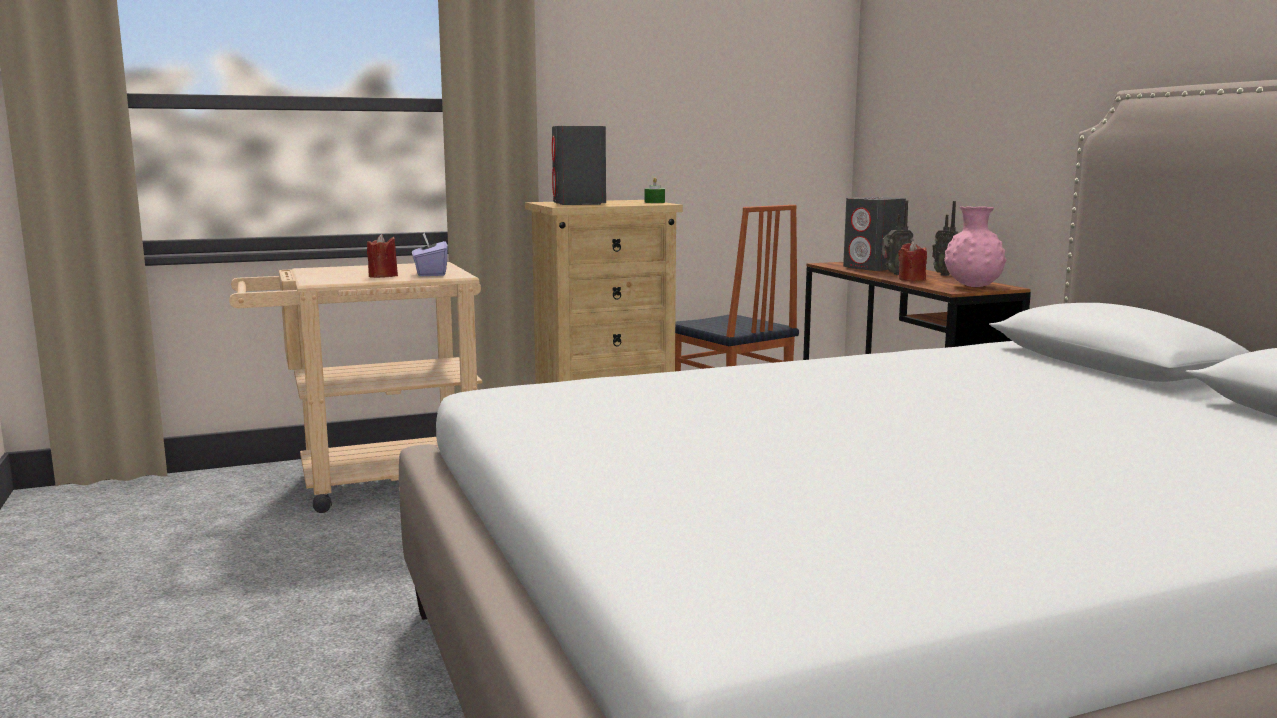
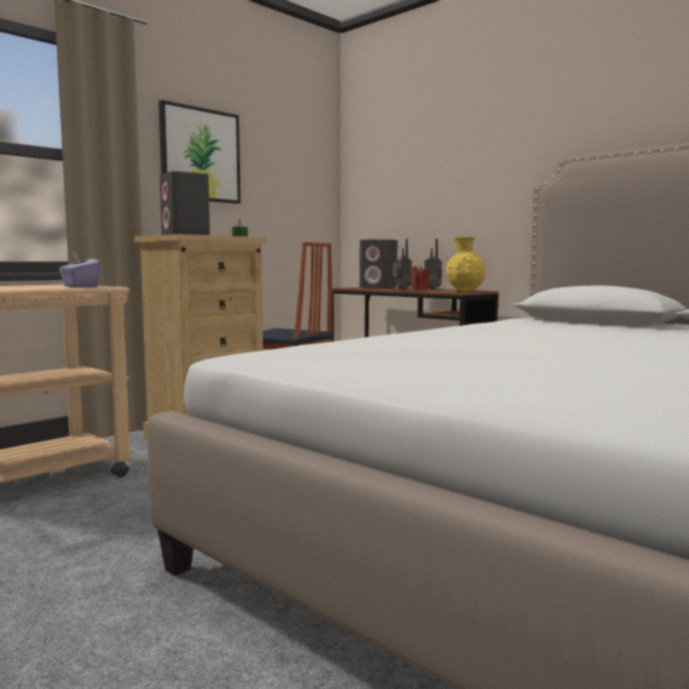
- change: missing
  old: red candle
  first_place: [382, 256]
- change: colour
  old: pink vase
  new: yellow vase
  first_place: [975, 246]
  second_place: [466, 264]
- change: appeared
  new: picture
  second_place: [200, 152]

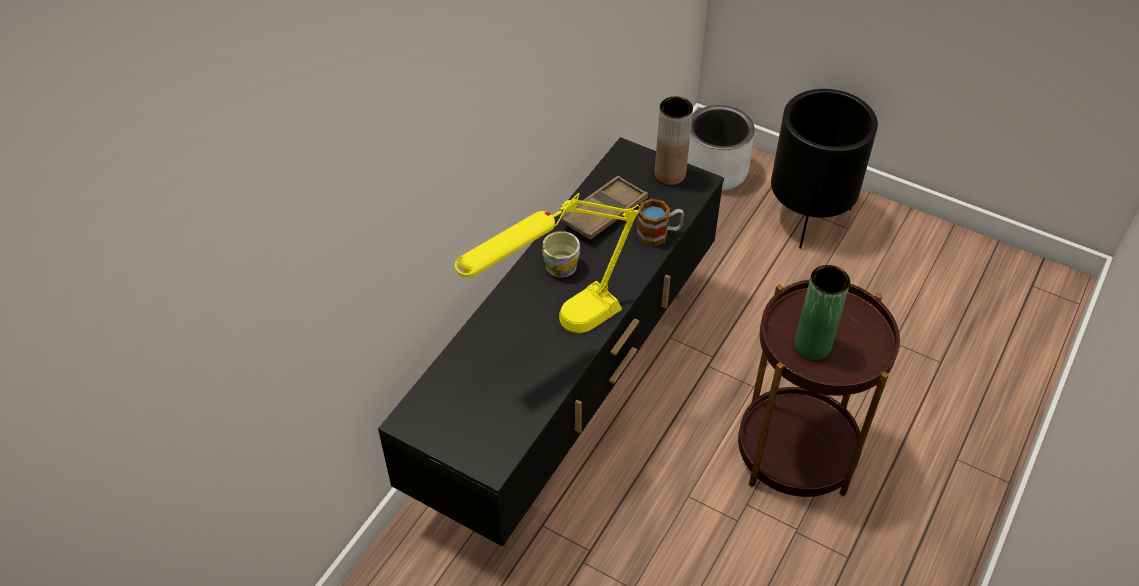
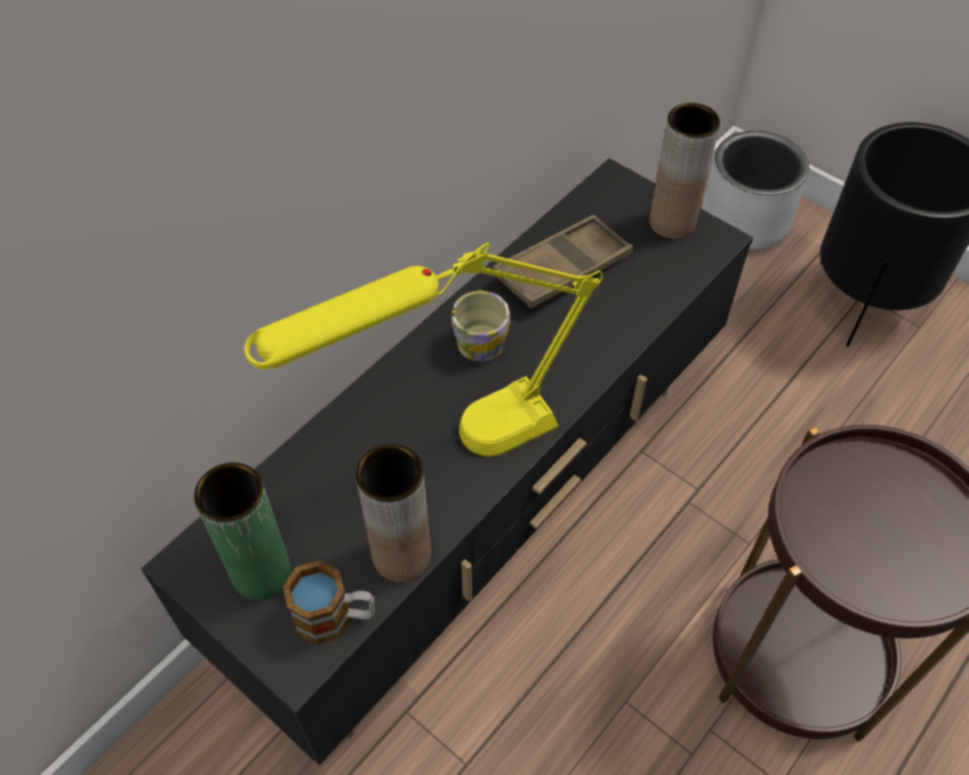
- change: relocated
  old: mug
  first_place: [660, 222]
  second_place: [329, 603]
- change: relocated
  old: green vase
  first_place: [822, 312]
  second_place: [242, 532]
- change: appeared
  new: brown vase
  second_place: [393, 513]

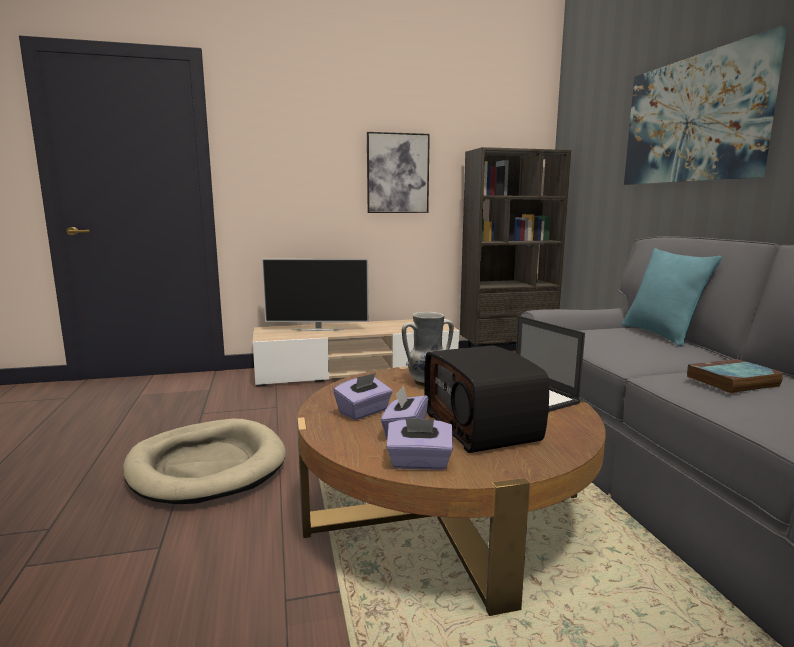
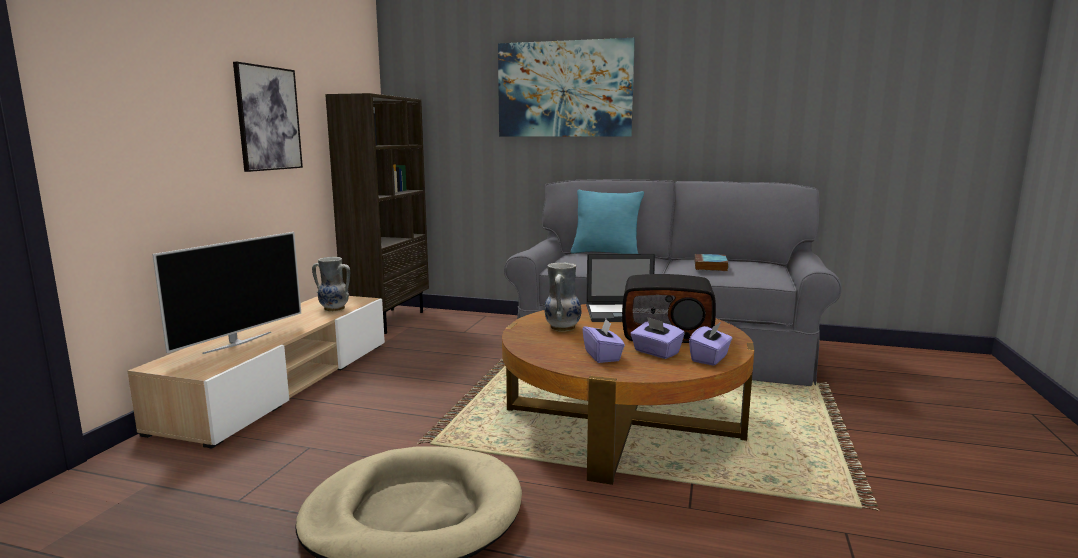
- change: appeared
  new: vase
  second_place: [331, 284]

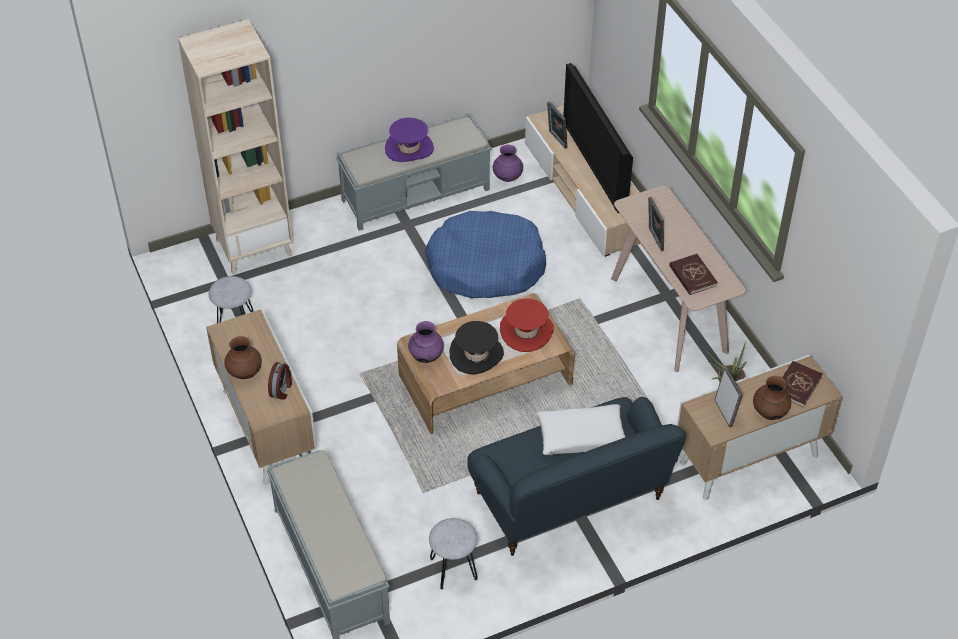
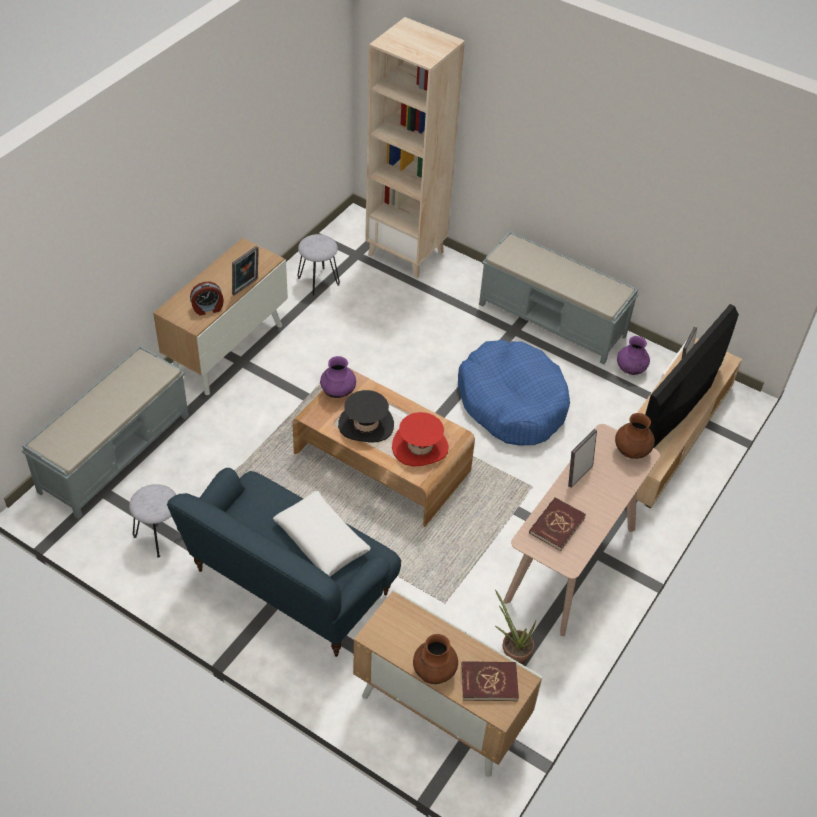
- change: relocated
  old: brown vase
  first_place: [243, 357]
  second_place: [635, 436]
- change: missing
  old: purple hat
  first_place: [409, 140]
- change: relocated
  old: picture frame
  first_place: [729, 397]
  second_place: [245, 270]

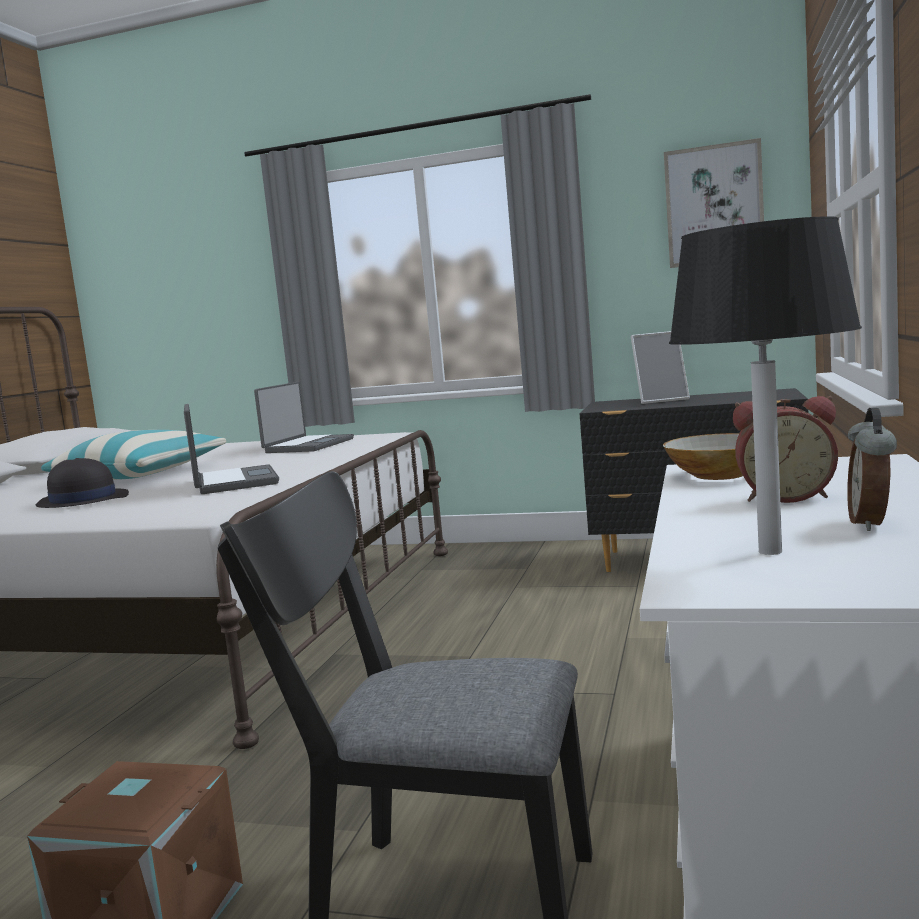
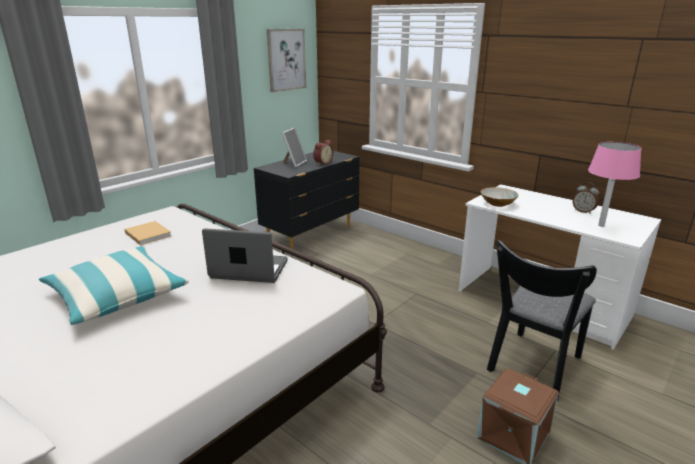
- change: missing
  old: black hat
  first_place: [82, 483]
- change: exchanged
  old: laptop
  new: beige book
  first_place: [304, 417]
  second_place: [148, 233]
- change: colour
  old: black table lamp
  new: pink table lamp
  first_place: [765, 385]
  second_place: [615, 184]
- change: relocated
  old: alarm clock
  first_place: [785, 449]
  second_place: [323, 152]

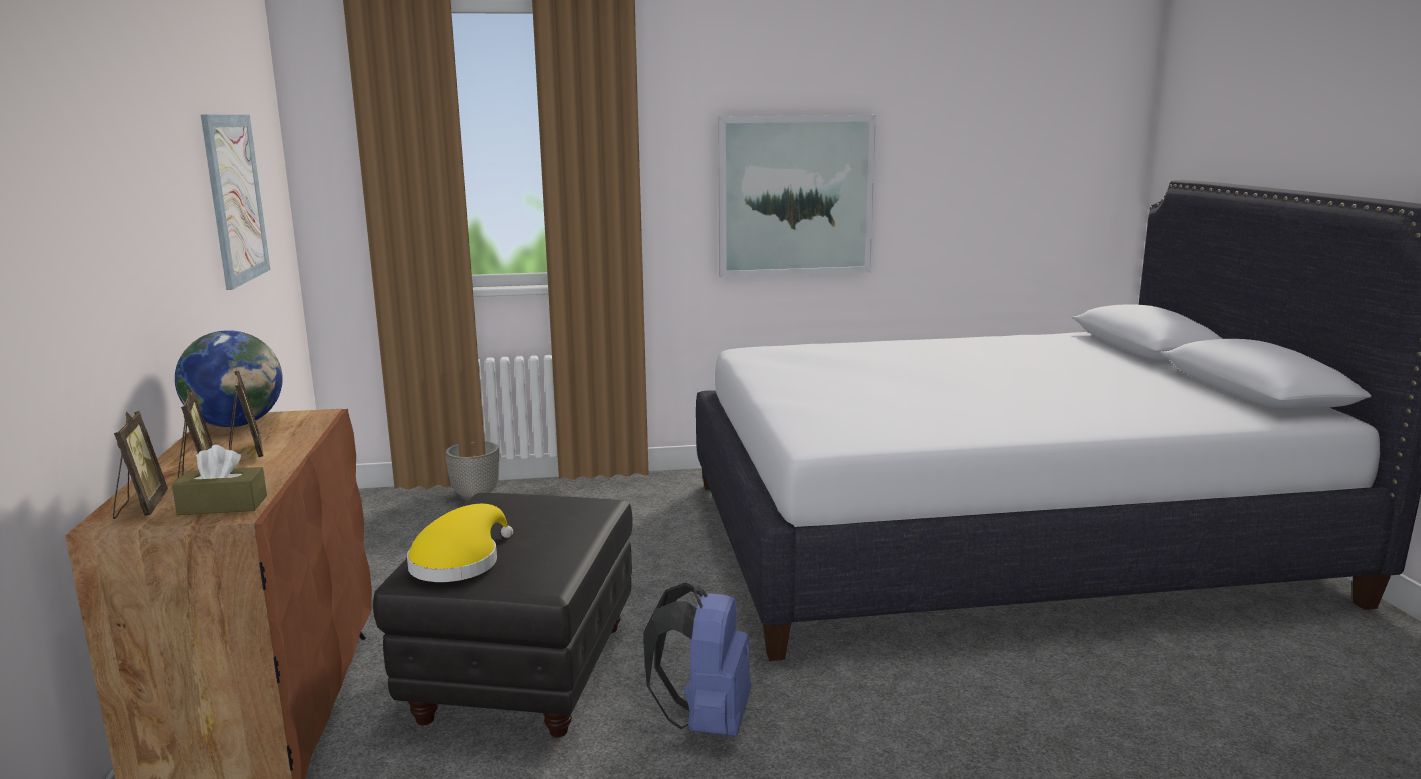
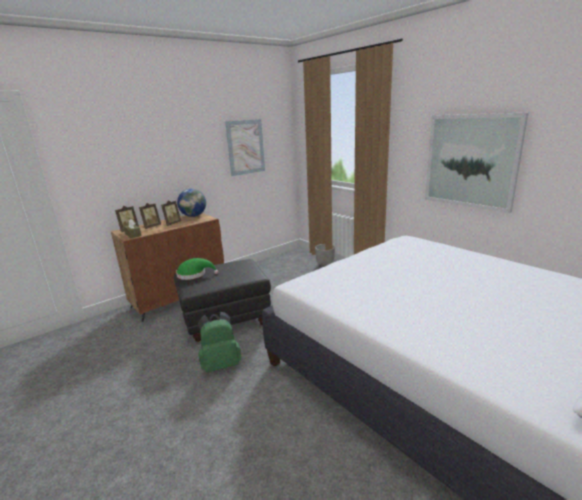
- change: colour
  old: yellow hat
  new: green hat
  first_place: [460, 543]
  second_place: [197, 269]
- change: colour
  old: blue backpack
  new: green backpack
  first_place: [697, 659]
  second_place: [219, 342]

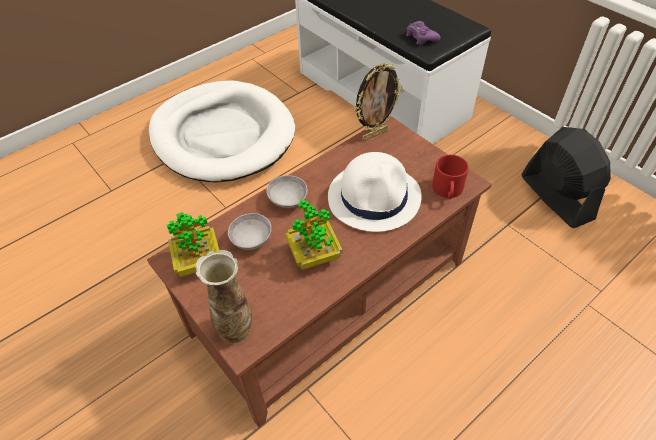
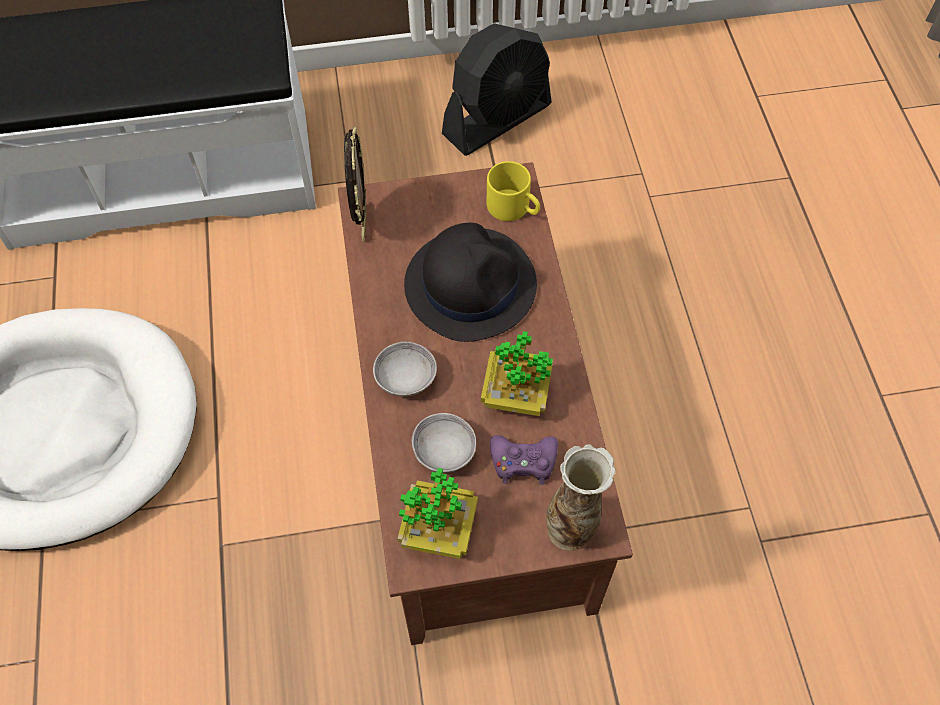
- change: colour
  old: white hat
  new: black hat
  first_place: [375, 192]
  second_place: [470, 282]
- change: relocated
  old: purple game controller
  first_place: [423, 33]
  second_place: [524, 460]
- change: colour
  old: red mug
  new: yellow mug
  first_place: [450, 177]
  second_place: [513, 191]
- change: spun
  old: black fan
  first_place: [566, 177]
  second_place: [497, 89]
  degrees: 135

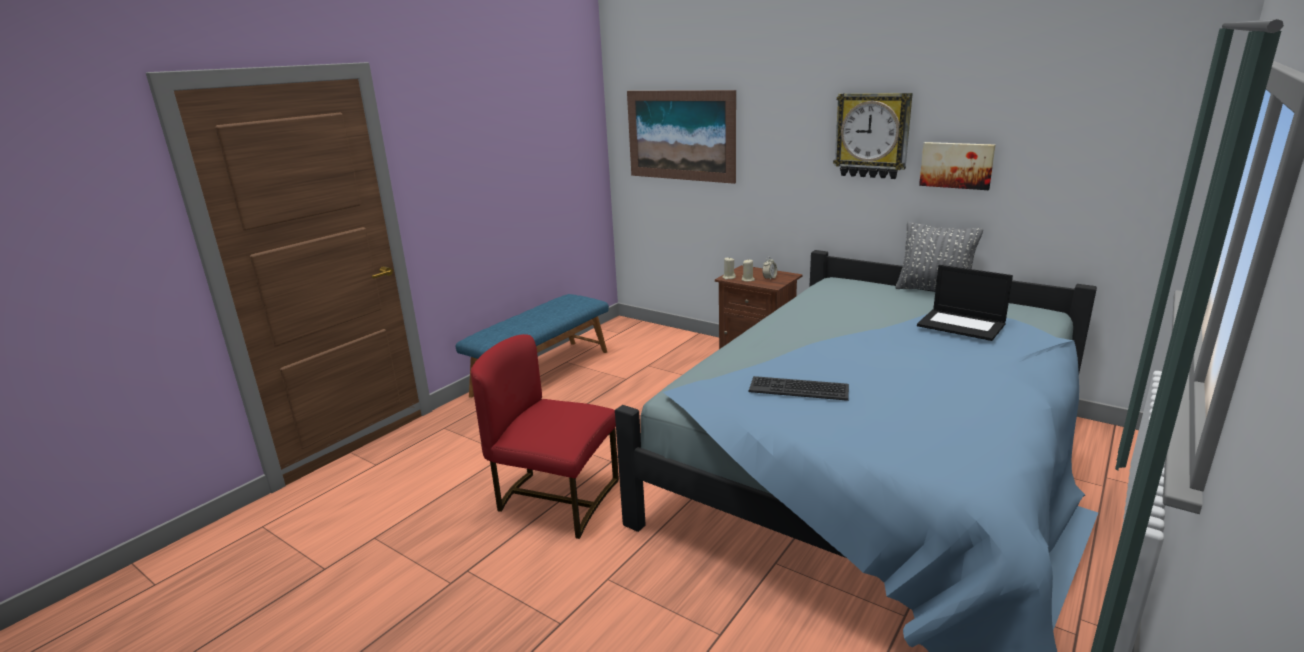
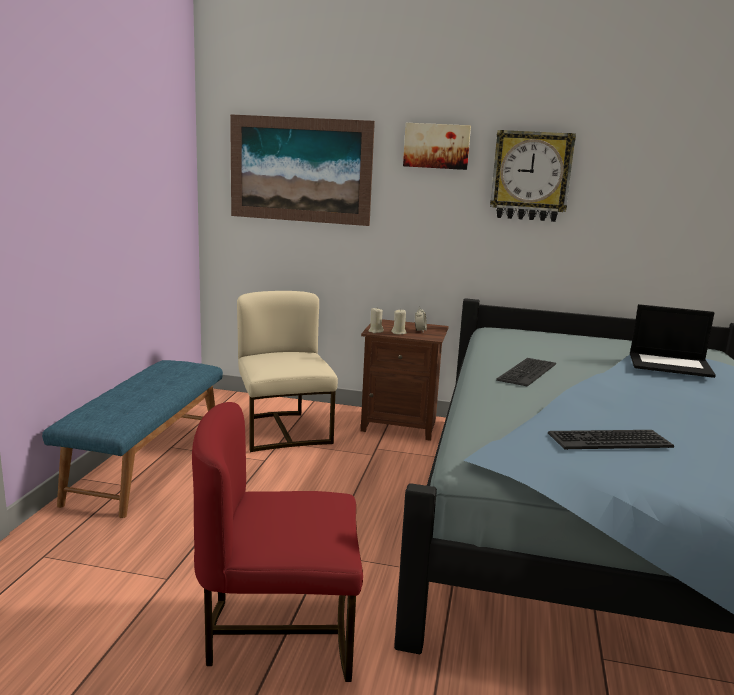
- change: missing
  old: grey pillow
  first_place: [939, 256]
- change: relocated
  old: picture
  first_place: [957, 166]
  second_place: [437, 146]
- change: appeared
  new: beige chair
  second_place: [287, 371]
- change: appeared
  new: keyboard
  second_place: [526, 372]

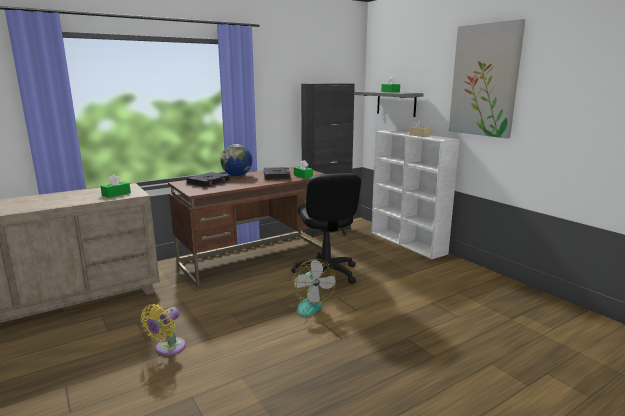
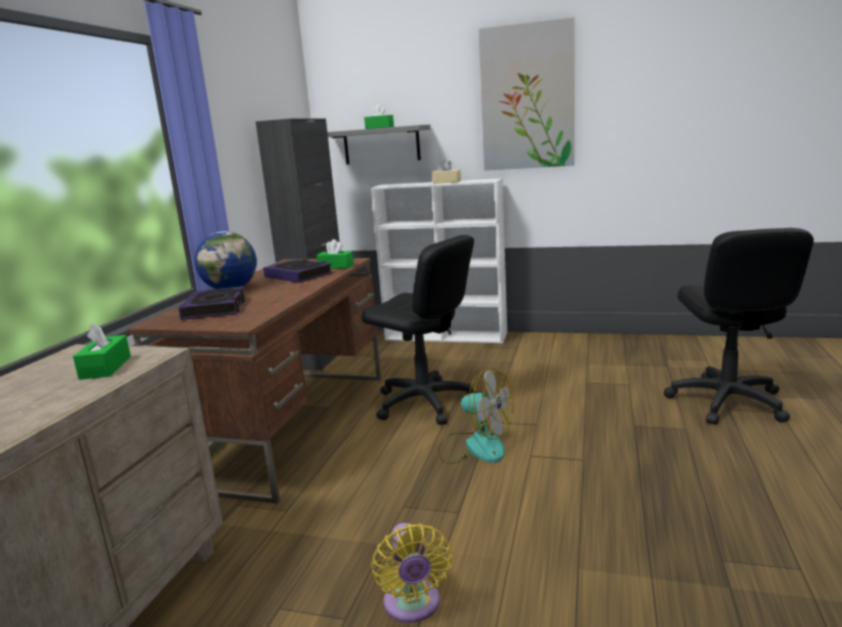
- change: appeared
  new: black office chair
  second_place: [739, 326]

